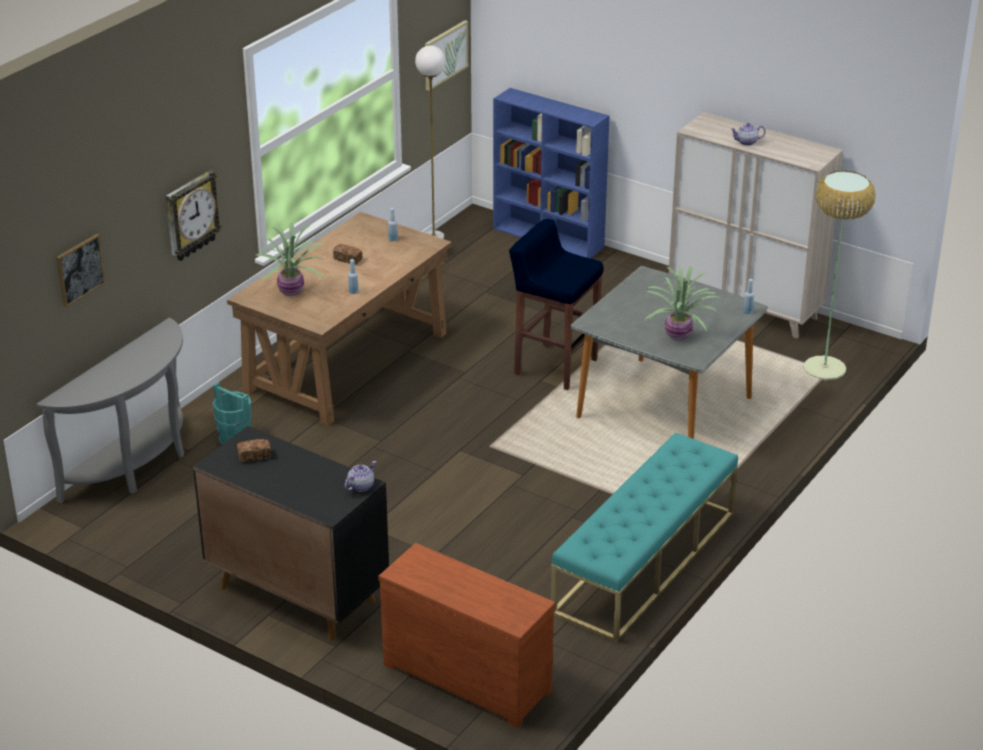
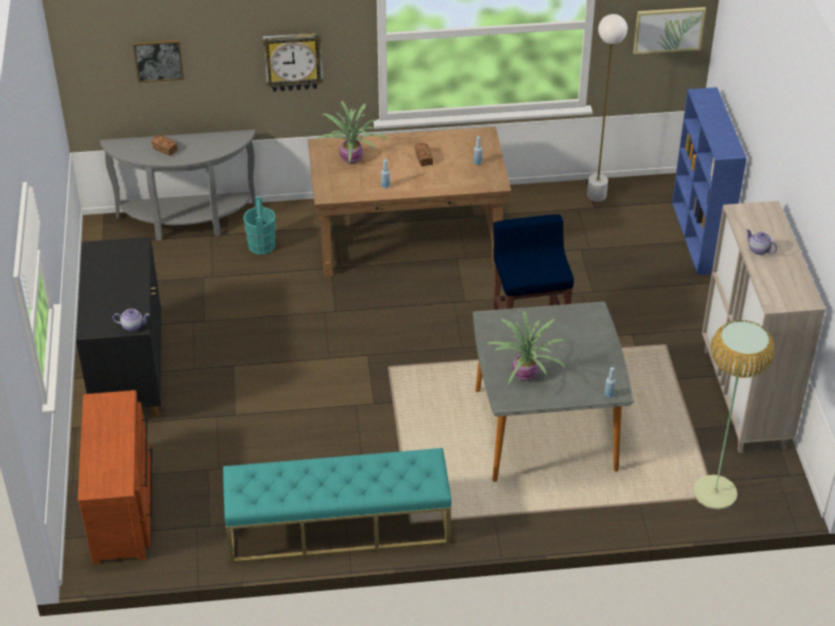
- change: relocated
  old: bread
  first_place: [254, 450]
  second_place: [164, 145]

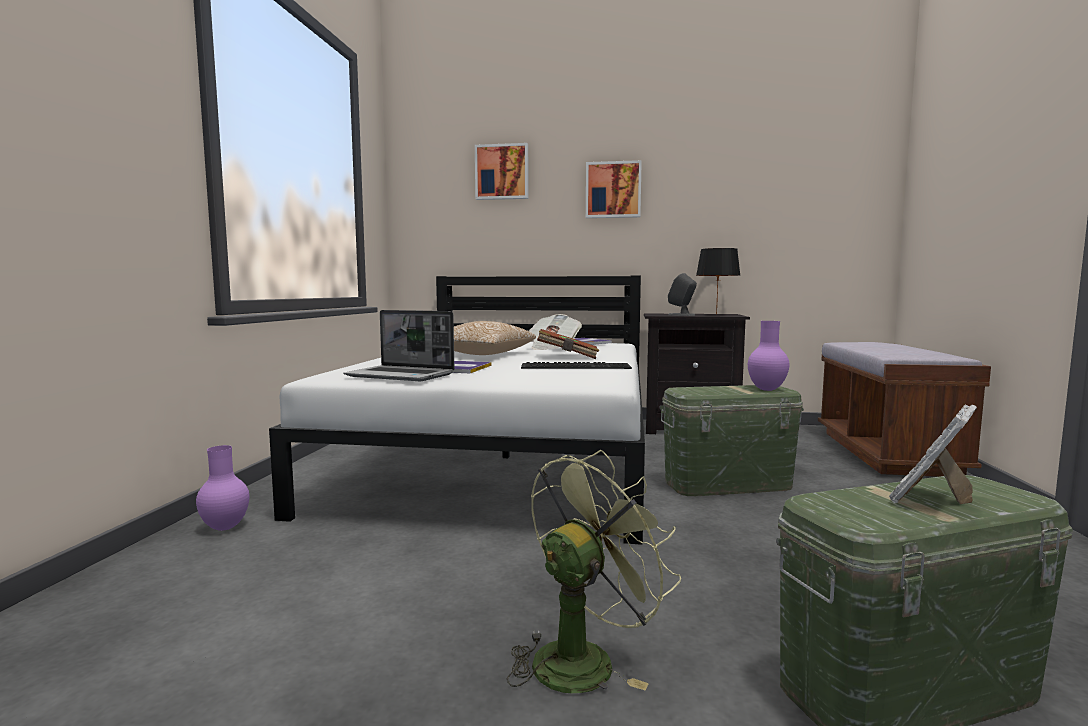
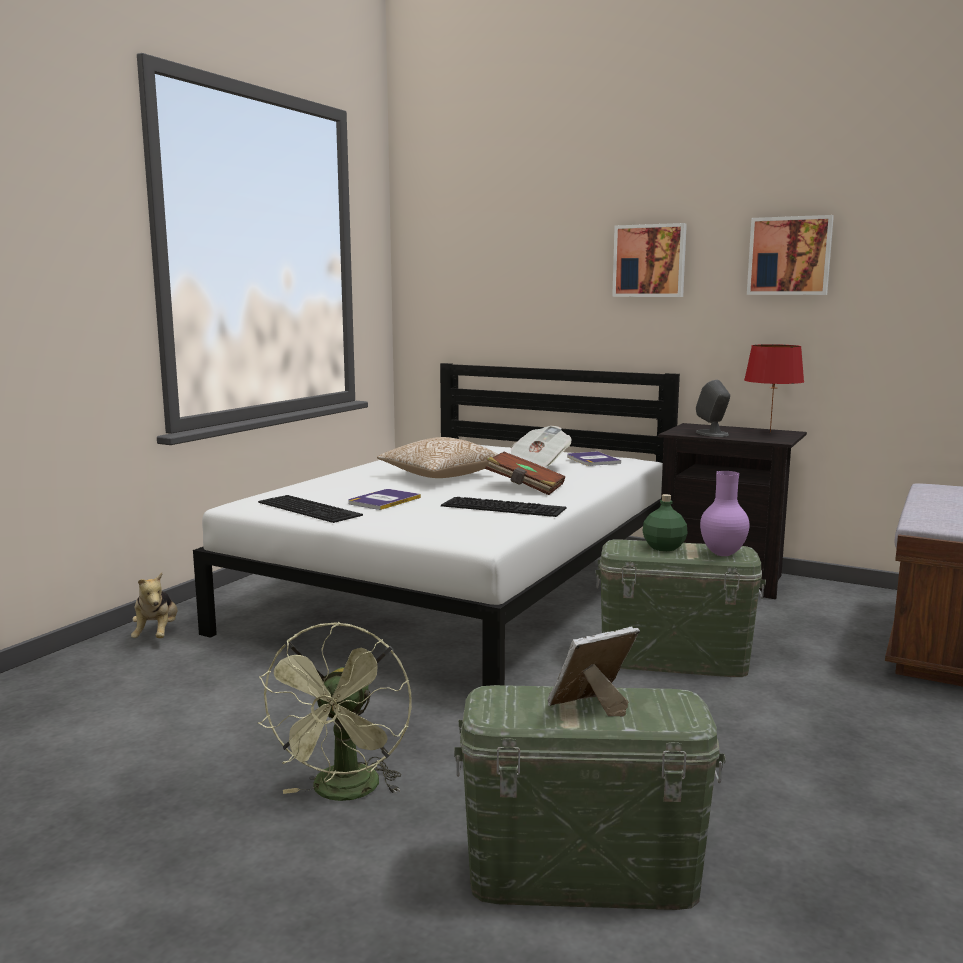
- change: exchanged
  old: purple vase
  new: plush toy
  first_place: [222, 488]
  second_place: [154, 605]
- change: exchanged
  old: laptop
  new: keyboard
  first_place: [399, 345]
  second_place: [310, 509]
- change: relocated
  old: picture
  first_place: [502, 171]
  second_place: [790, 255]
- change: spun
  old: green fan
  first_place: [594, 571]
  second_place: [335, 711]
  degrees: 120
- change: colour
  old: black table lamp
  new: red table lamp
  first_place: [718, 281]
  second_place: [774, 388]
- change: appeared
  new: green bottle
  second_place: [665, 522]

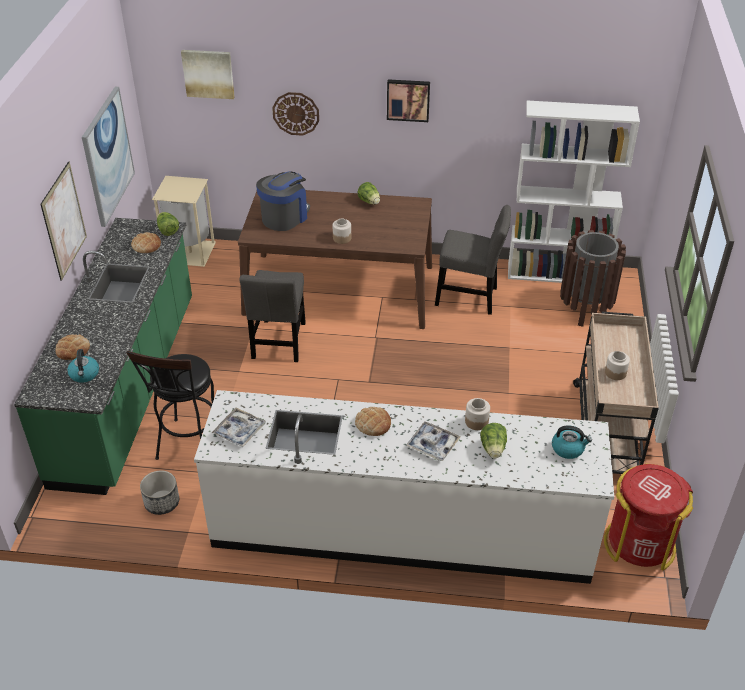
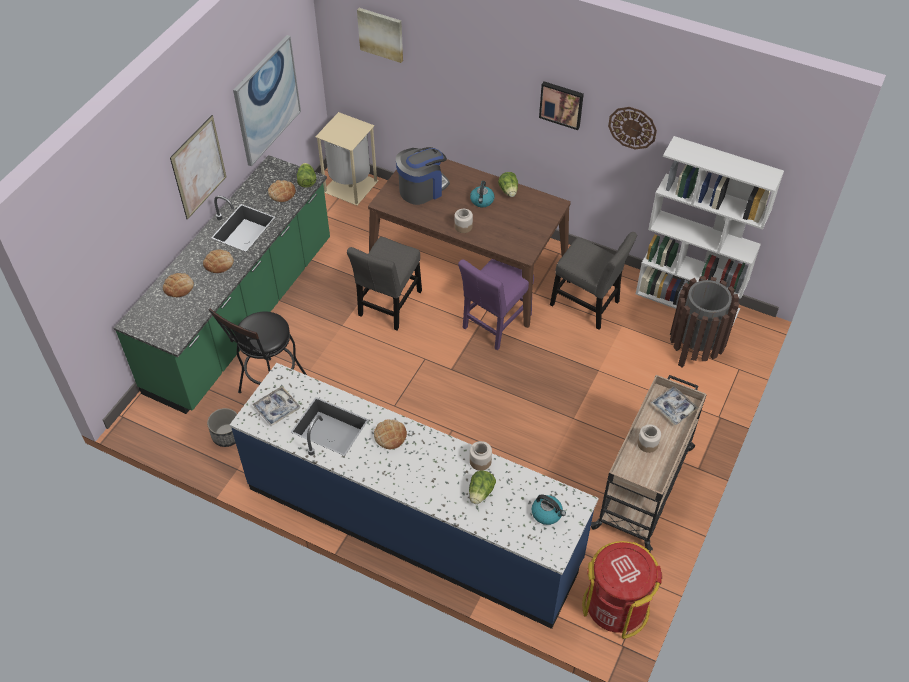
- change: relocated
  old: kettle
  first_place: [83, 366]
  second_place: [482, 194]
- change: colour
  old: white counter
  new: blue counter
  first_place: [404, 487]
  second_place: [414, 496]
- change: relocated
  old: wall clock
  first_place: [295, 114]
  second_place: [632, 128]
- change: relocated
  old: tray
  first_place: [433, 441]
  second_place: [675, 406]
- change: appeared
  new: bread
  second_place: [218, 261]
- change: appeared
  new: purple chair
  second_place: [496, 304]

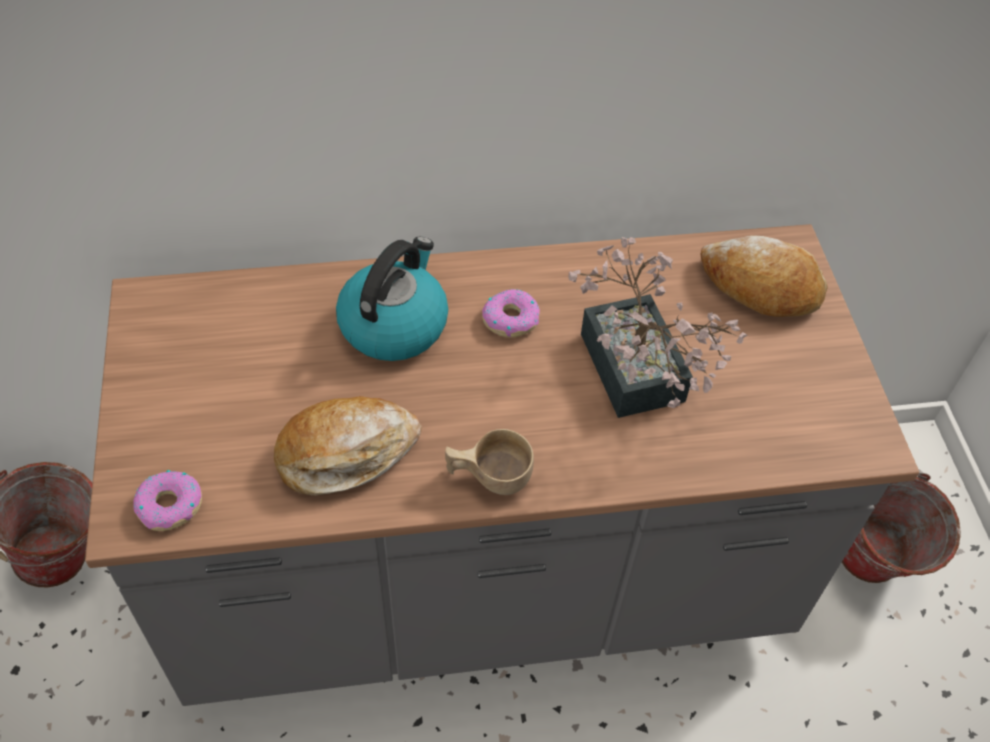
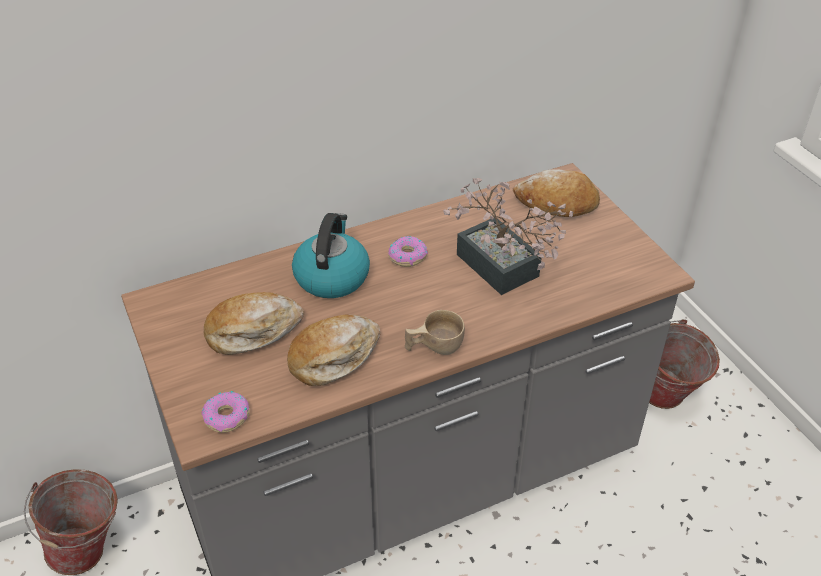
- change: appeared
  new: bread
  second_place: [254, 323]

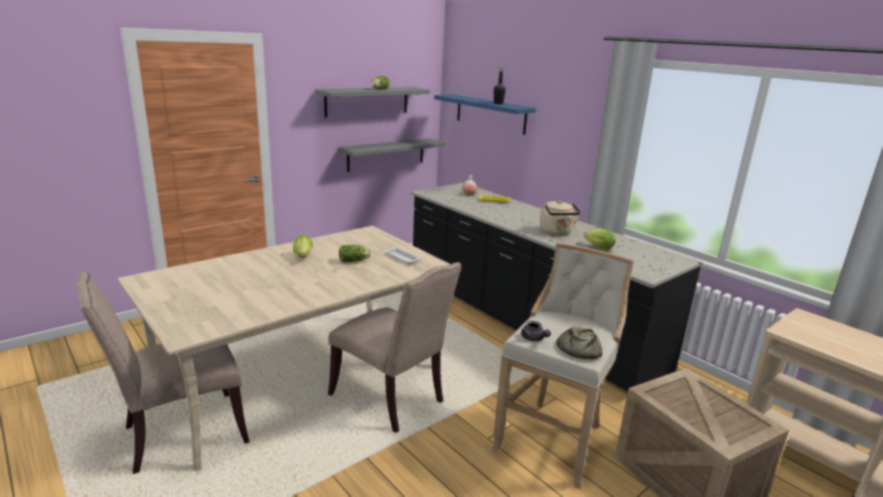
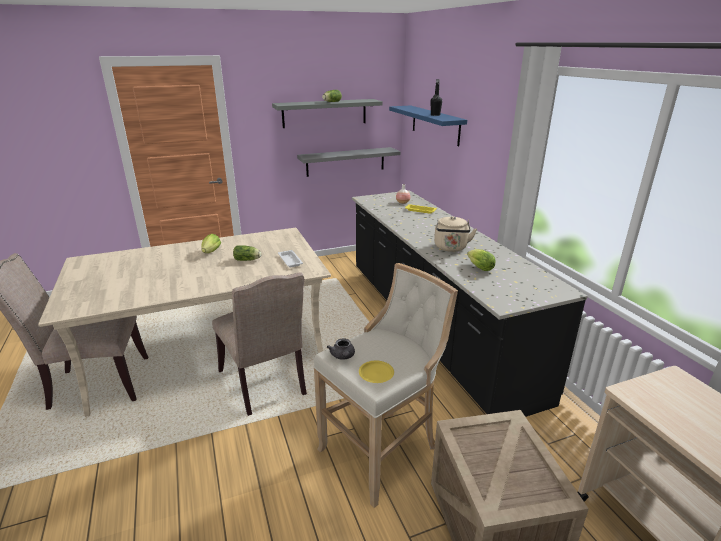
- change: exchanged
  old: bread
  new: yellow plate
  first_place: [579, 343]
  second_place: [376, 372]

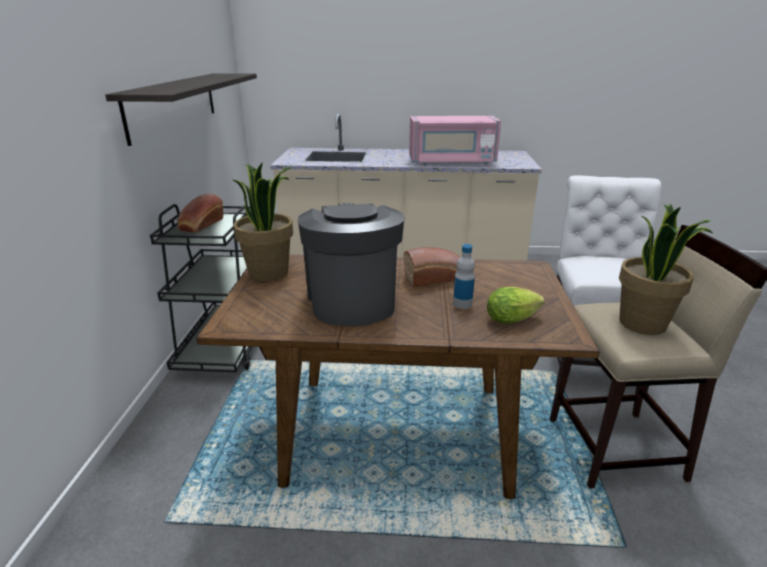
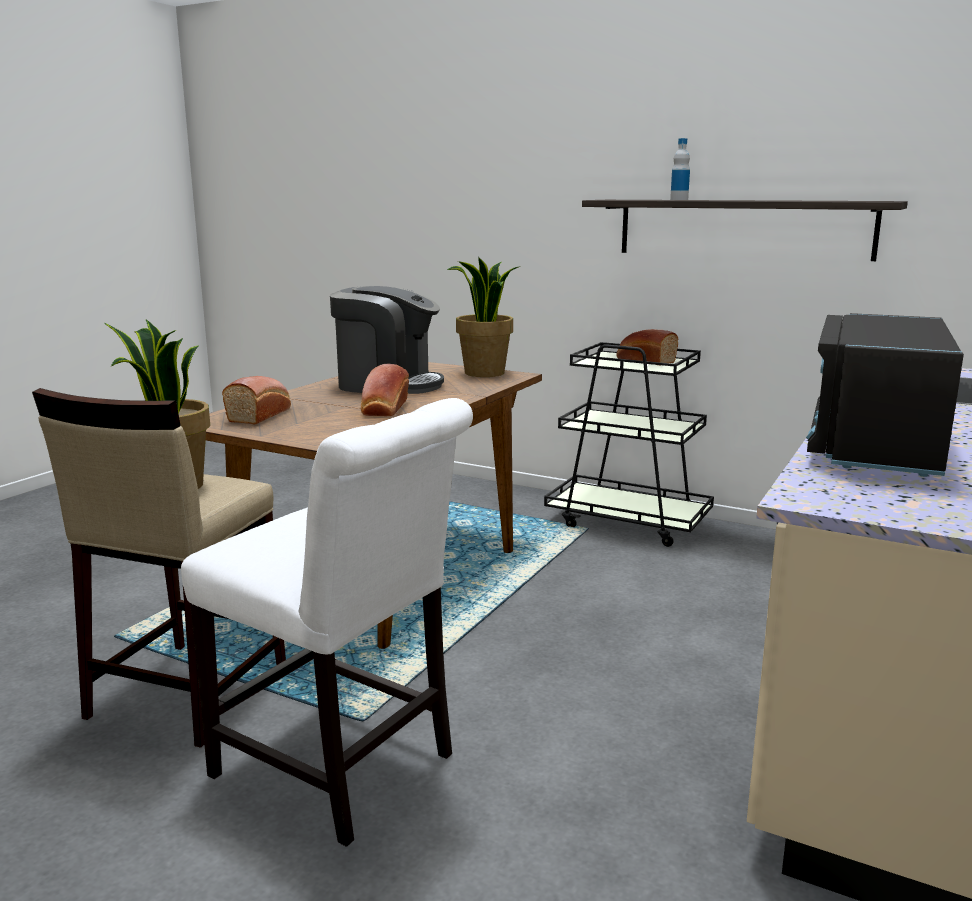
- change: colour
  old: pink microwave
  new: black microwave
  first_place: [455, 140]
  second_place: [885, 395]
- change: relocated
  old: bottle
  first_place: [464, 276]
  second_place: [680, 169]
- change: exchanged
  old: lettuce
  new: bread
  first_place: [516, 305]
  second_place: [256, 400]

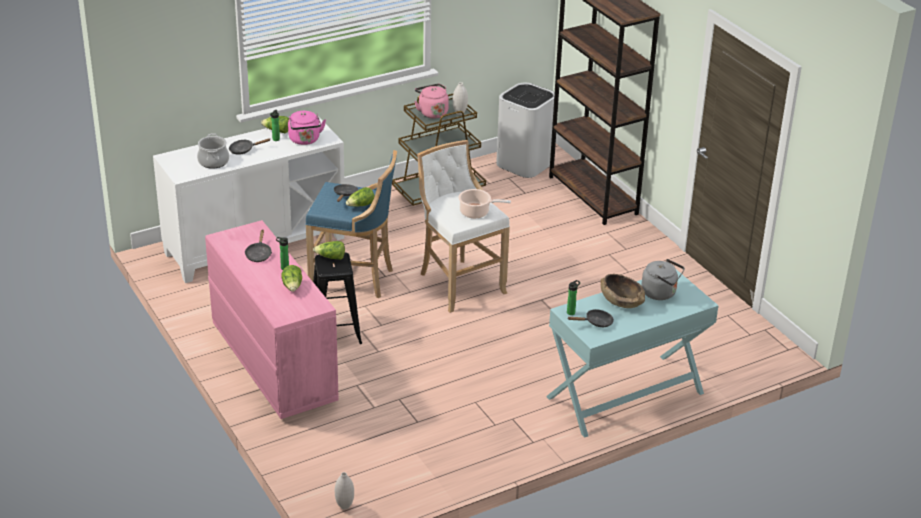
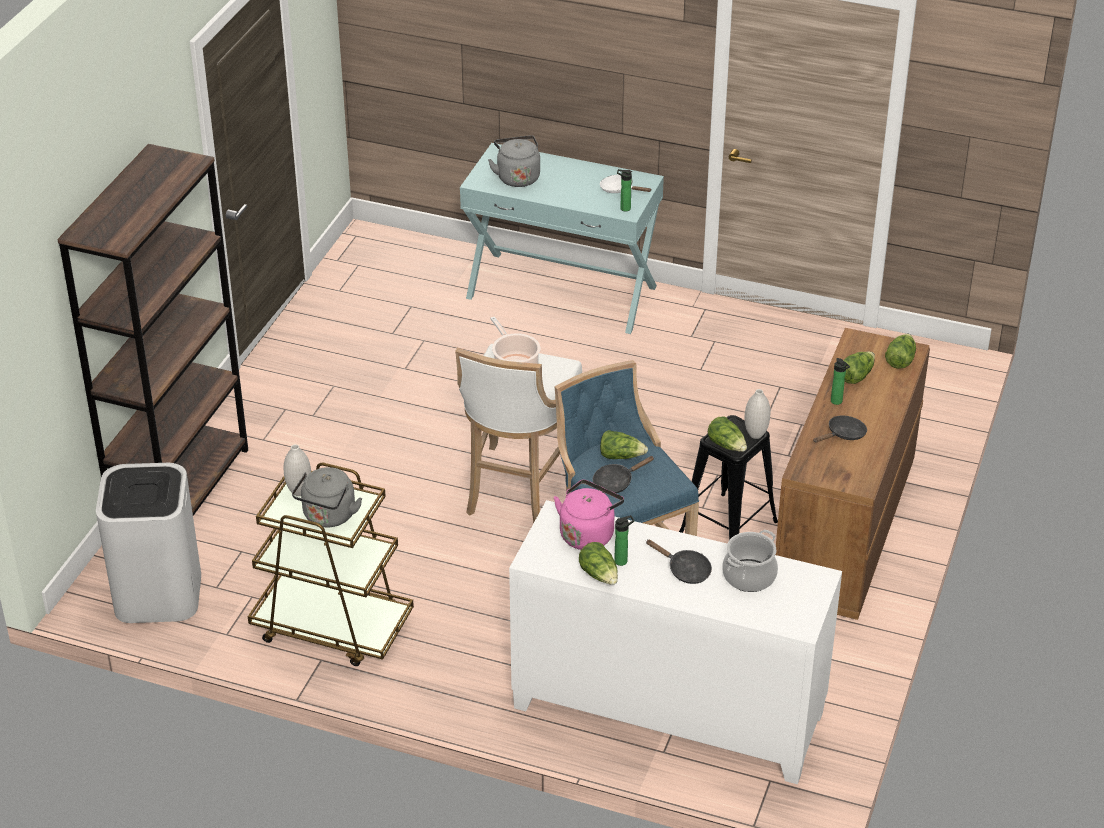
- change: colour
  old: pink dresser
  new: brown dresser
  first_place: [272, 319]
  second_place: [853, 474]
- change: relocated
  old: white vase
  first_place: [344, 490]
  second_place: [757, 414]
- change: colour
  old: pink kettle
  new: grey kettle
  first_place: [431, 101]
  second_place: [327, 497]
- change: colour
  old: black frying pan
  new: white frying pan
  first_place: [591, 318]
  second_place: [626, 184]
- change: missing
  old: brown bowl
  first_place: [622, 291]
- change: appeared
  new: lettuce
  second_place: [900, 351]

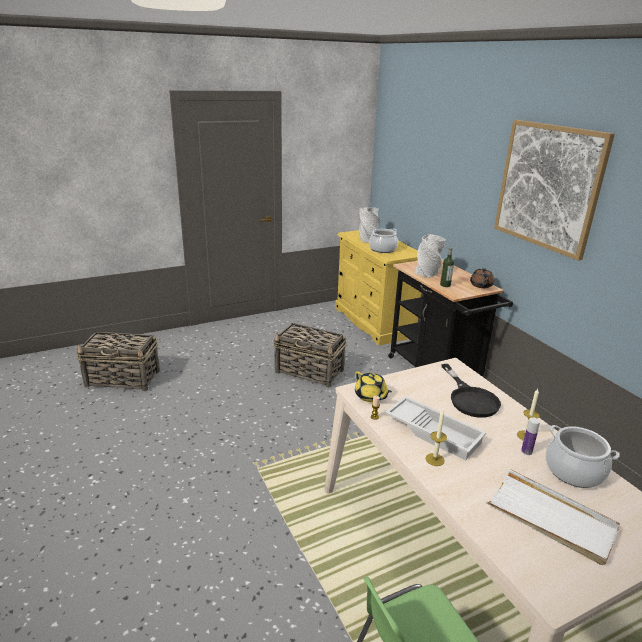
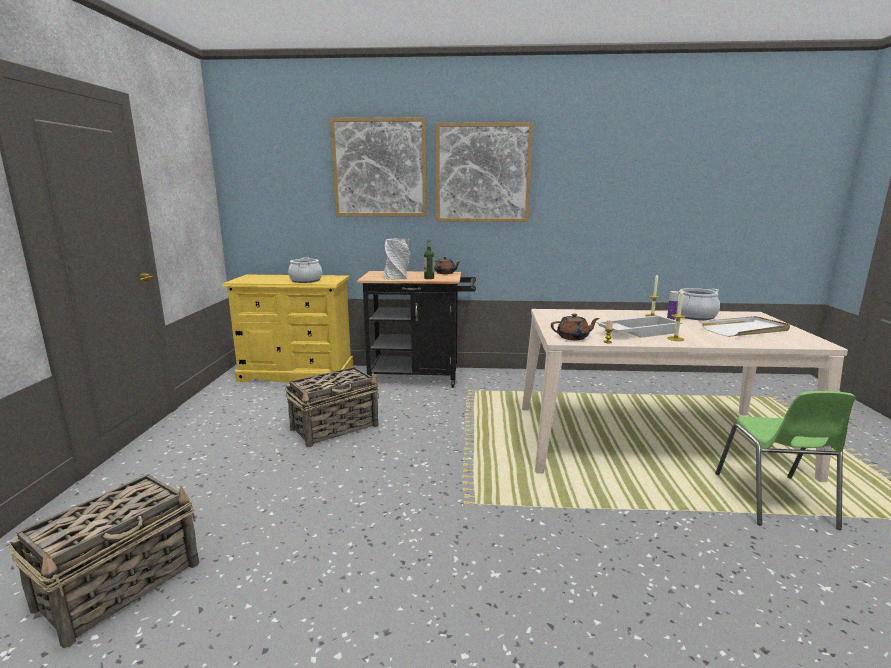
- change: colour
  old: yellow teapot
  new: brown teapot
  first_place: [373, 386]
  second_place: [575, 326]
- change: missing
  old: grey vase
  first_place: [369, 224]
- change: missing
  old: black frying pan
  first_place: [471, 391]
- change: appeared
  new: picture
  second_place: [378, 167]

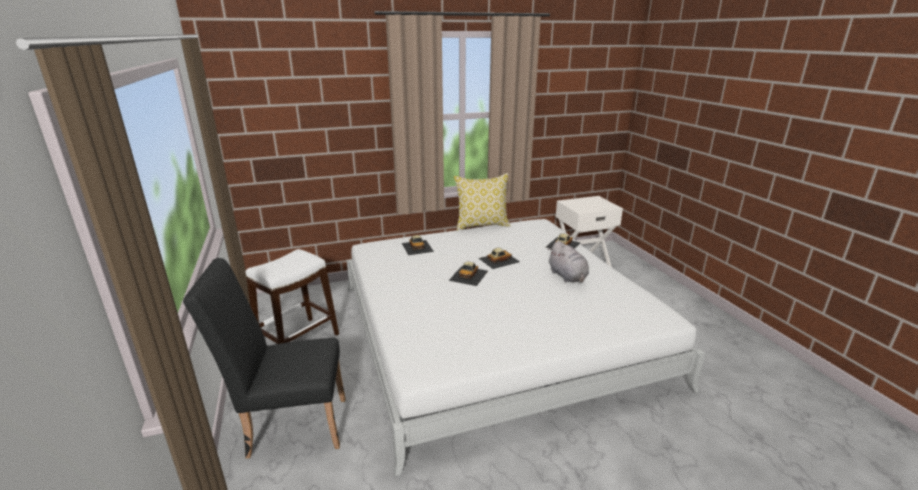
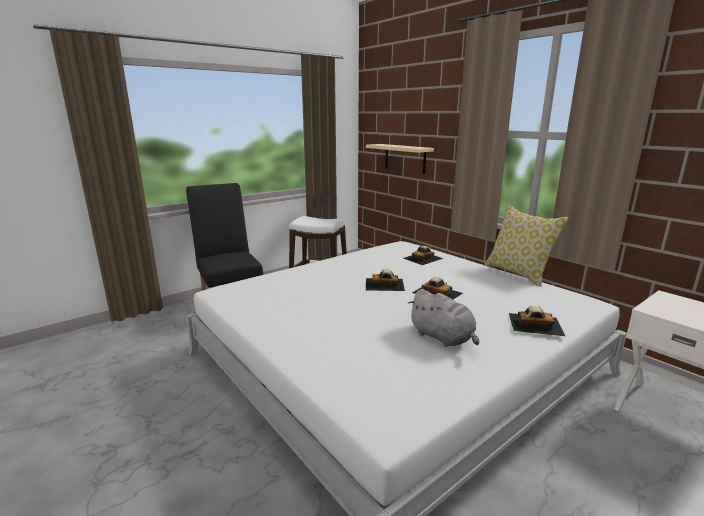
- change: spun
  old: grey plush toy
  first_place: [568, 261]
  second_place: [443, 318]
  degrees: -90
- change: appeared
  new: beige shelf
  second_place: [400, 159]

